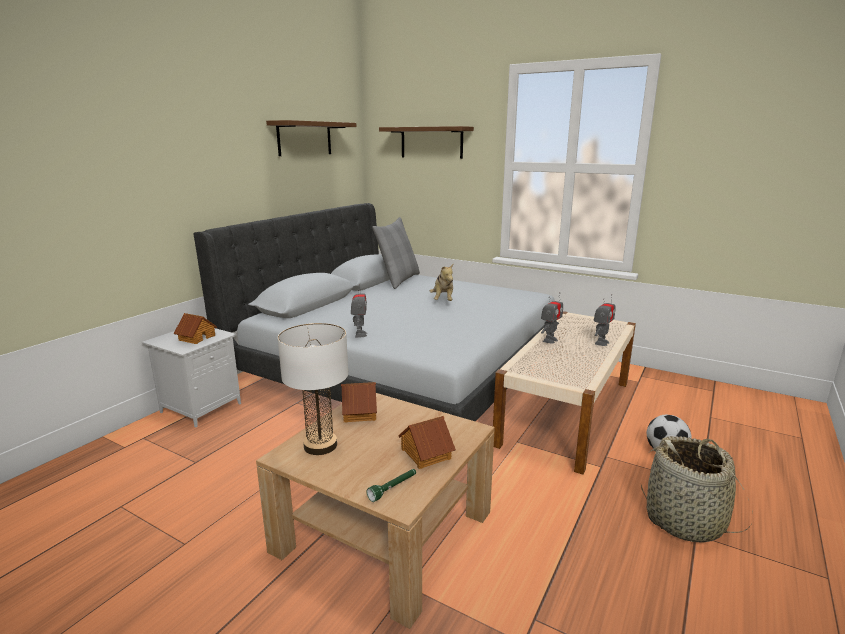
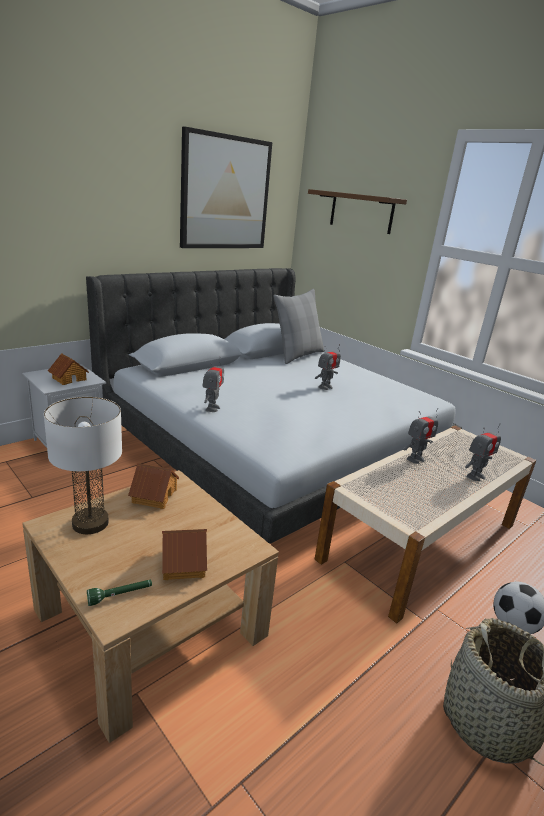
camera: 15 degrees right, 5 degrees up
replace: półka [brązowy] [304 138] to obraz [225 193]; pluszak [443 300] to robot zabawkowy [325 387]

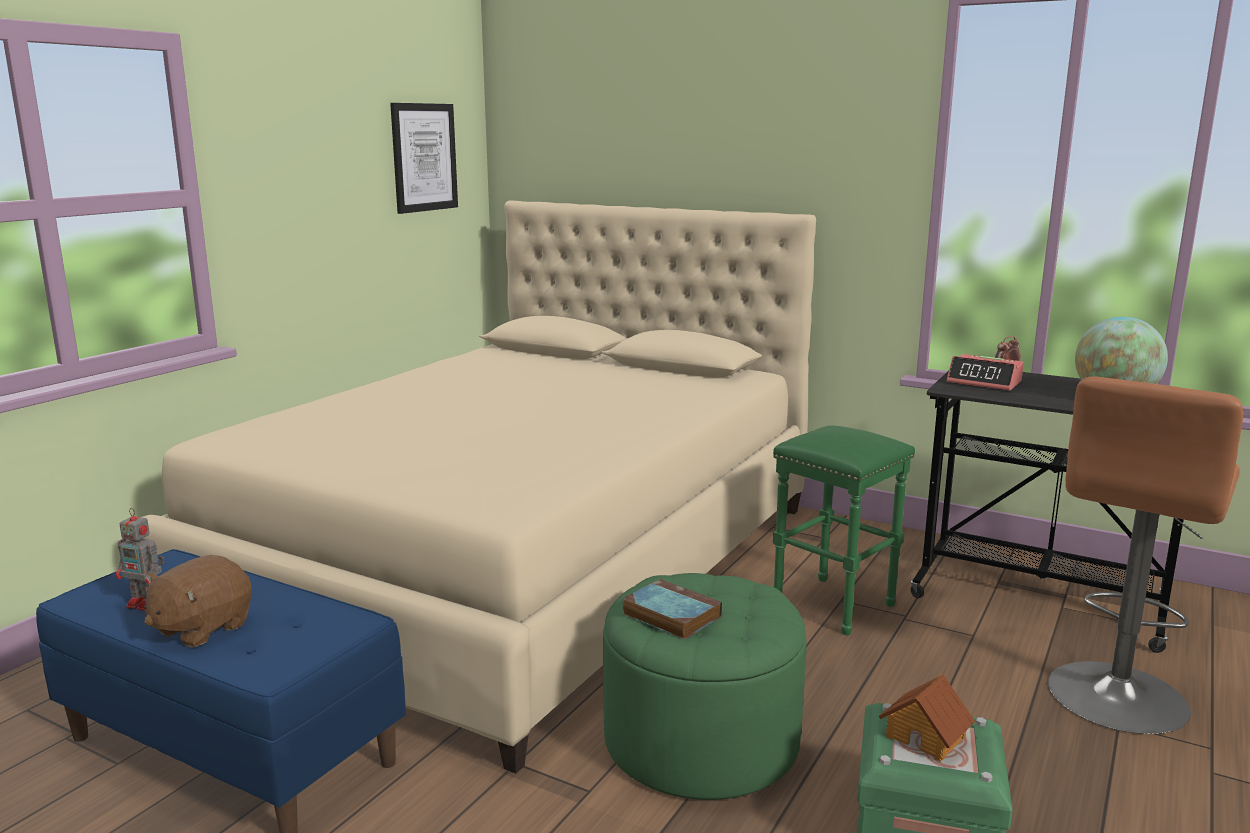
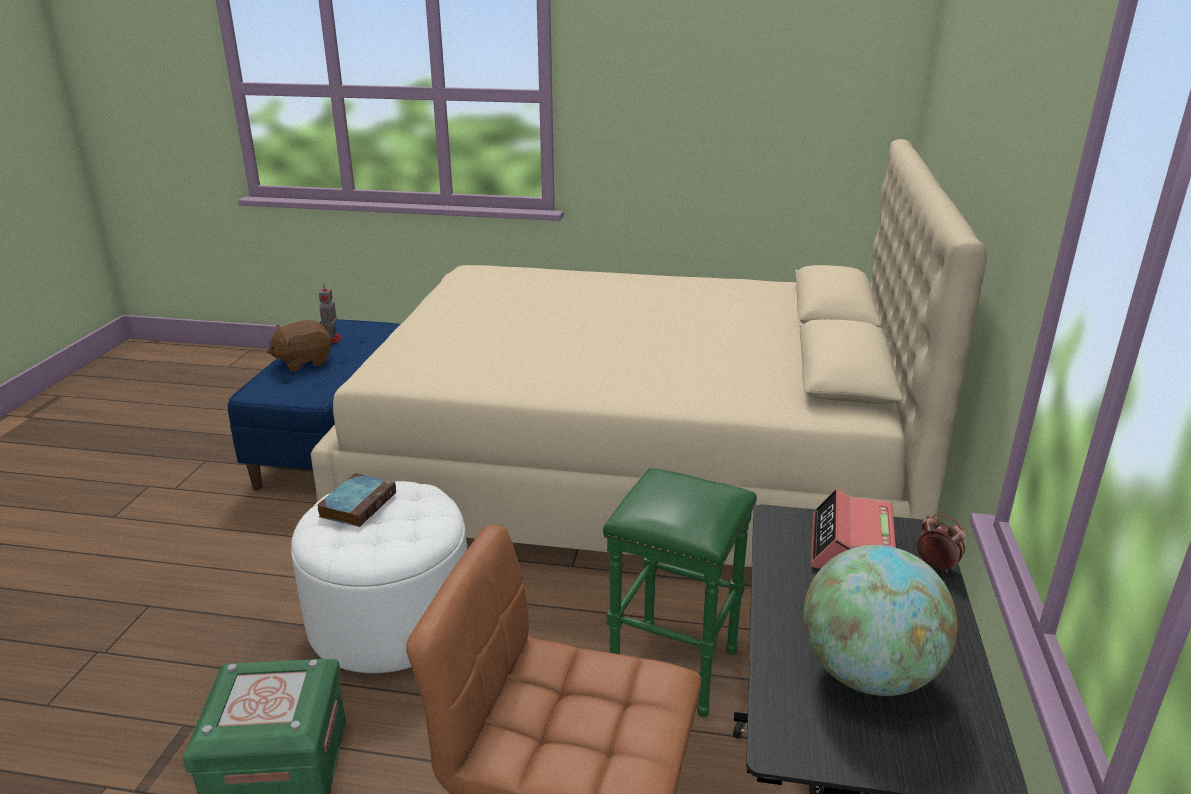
camera: 70 degrees right, 10 degrees up
delete: obraz [424 157]; domek [926 736]
recolor: pufa [zielony] [701 740] to pufa [biały] [390 619]
rotate: pluszak [brązowy] [201 628] = [303 361] 45 degrees counterclockwise

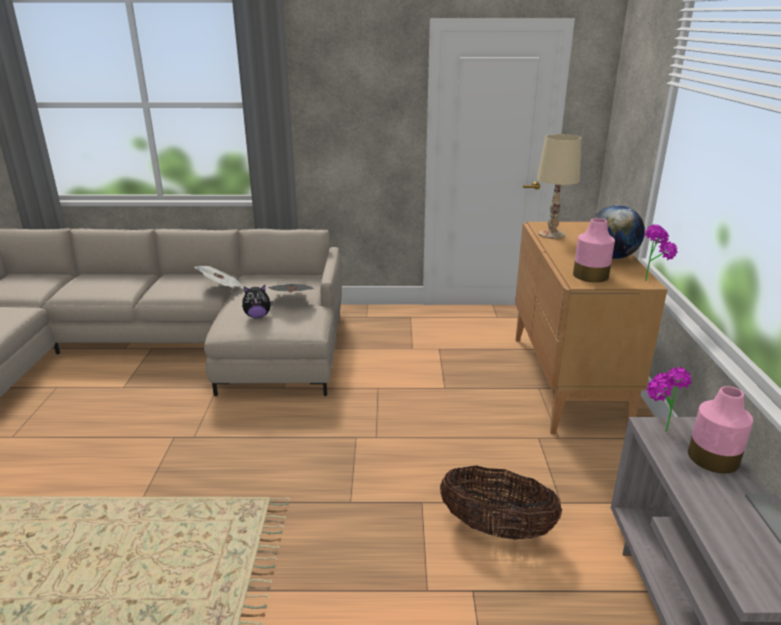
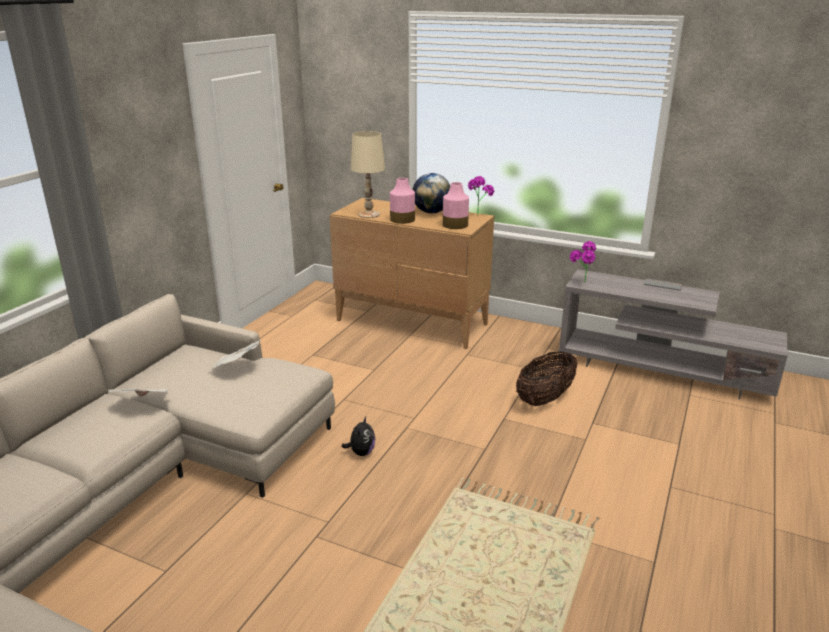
camera: 65 degrees left, 0 degrees up
move: pluszak [257 316] to [361 452]; wazon [różowy] [712 457] to [402 219]

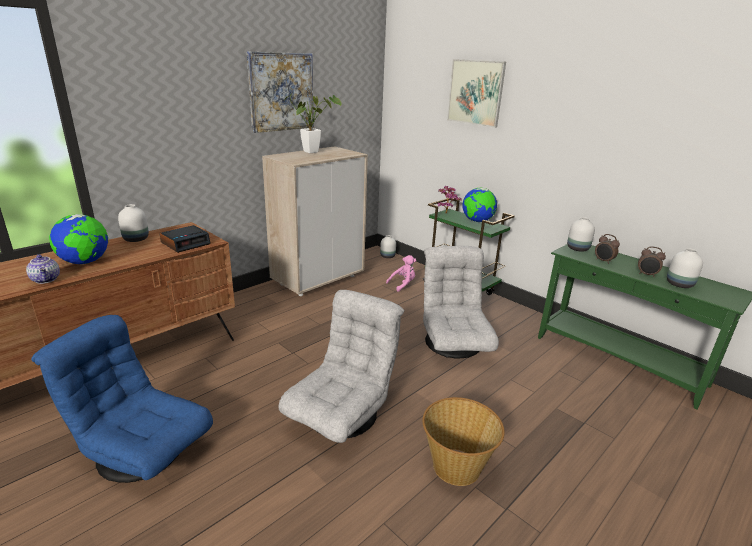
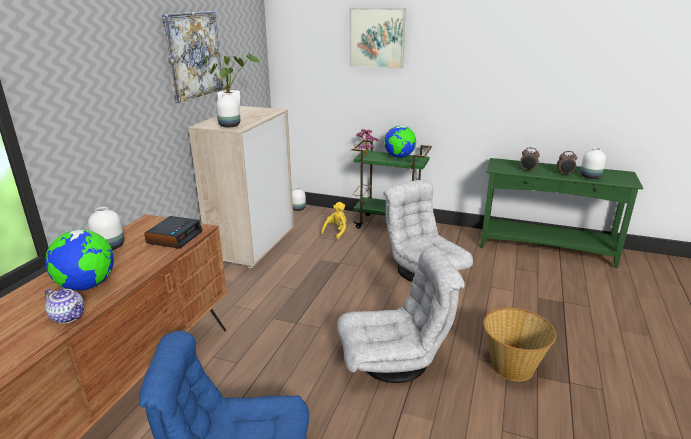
camera: 25 degrees left, 0 degrees up
move: wazon [biały] [578 249] to [230 126]
recolor: pluszak [różowy] [403 284] to pluszak [żółty] [336 232]
rotate: fotel [szary] [342 415] = [393 361] 75 degrees clockwise

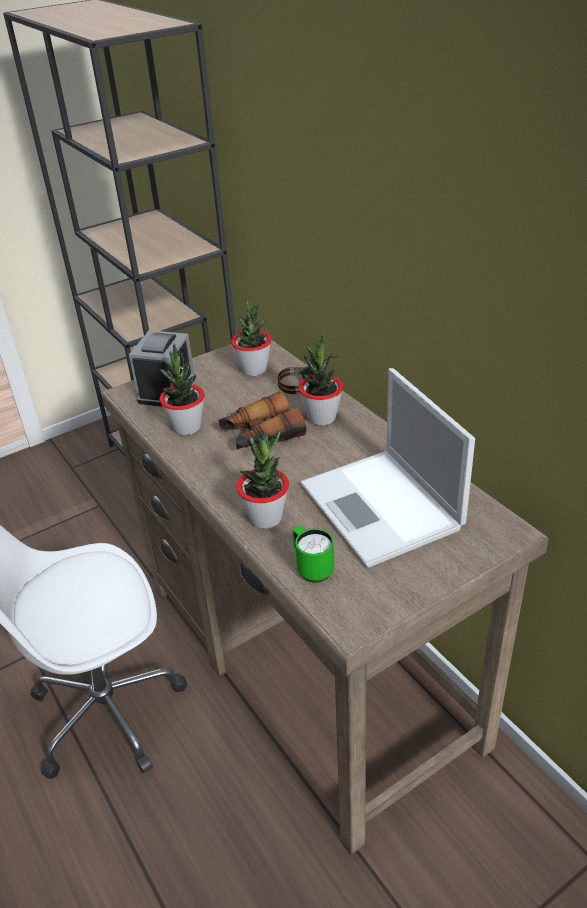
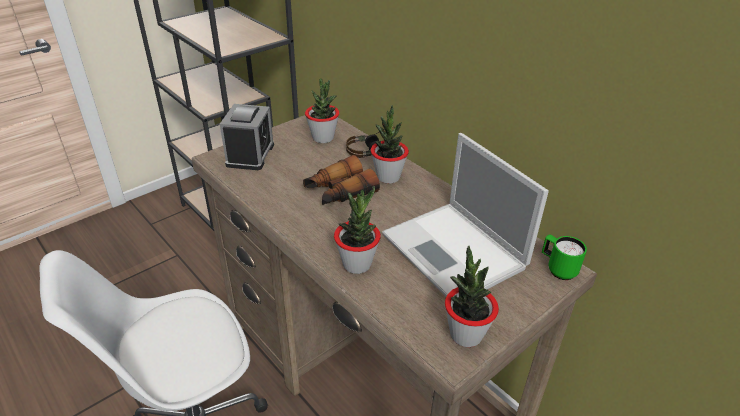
camera: 10 degrees left, 0 degrees up
move: roślina doniczkowa [187 427] to [465 334]; kubek [zielony] [312 568] to [557 269]

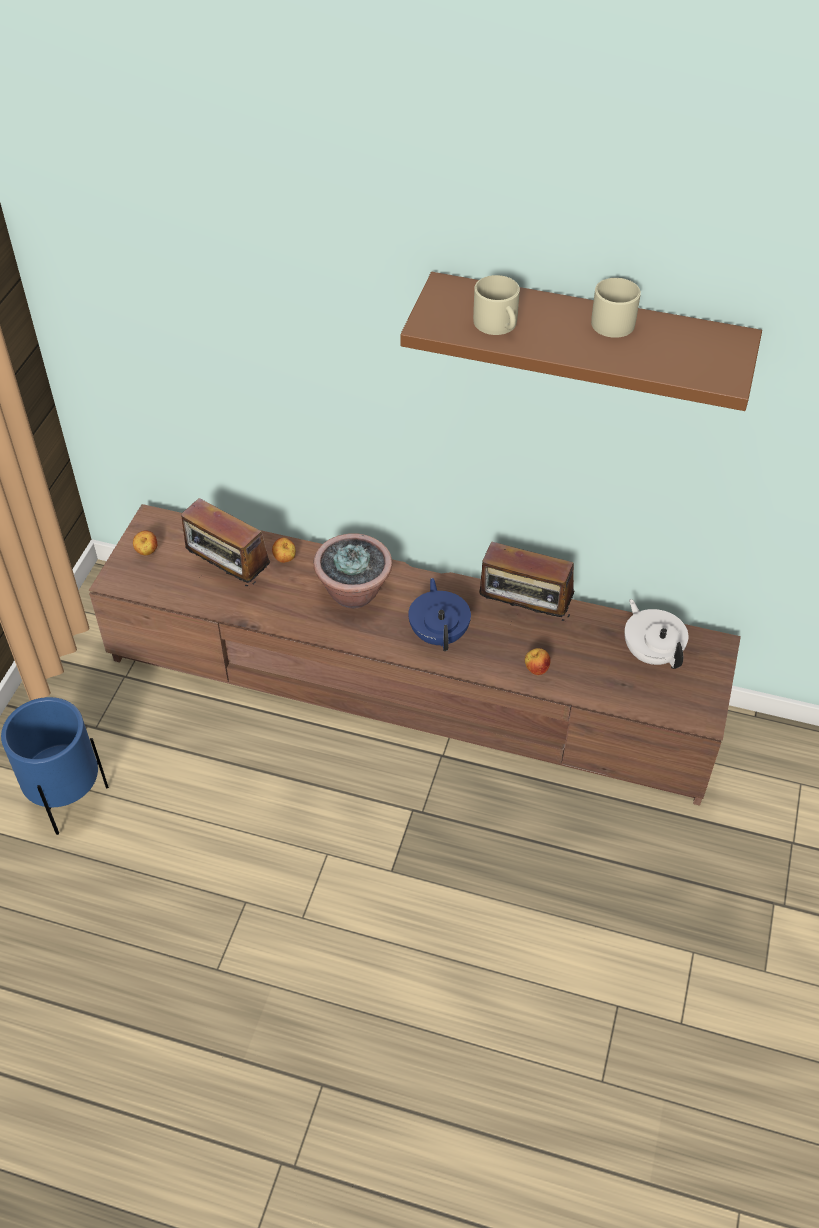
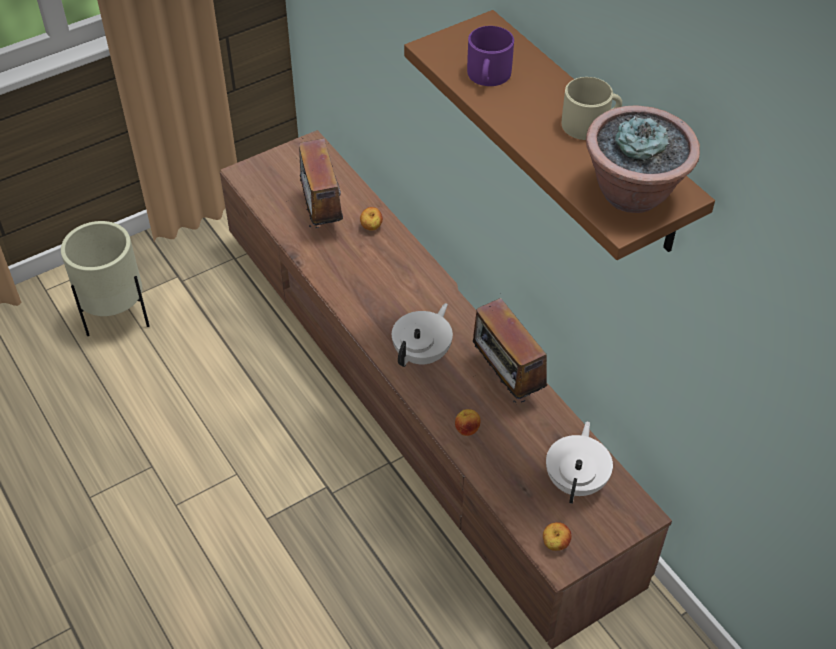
camera: 40 degrees right, 0 degrees up
move: jabłko [147 552] to [555 544]; roślina doniczkowa [354 593] to [633 193]
recolor: kubek [beżowy] [498 324] to kubek [fioletowy] [488 76]; imbryk [niebieski] [439 634] to imbryk [biały] [423 353]; donica [niebieski] [69 801] to donica [beżowy] [117 319]

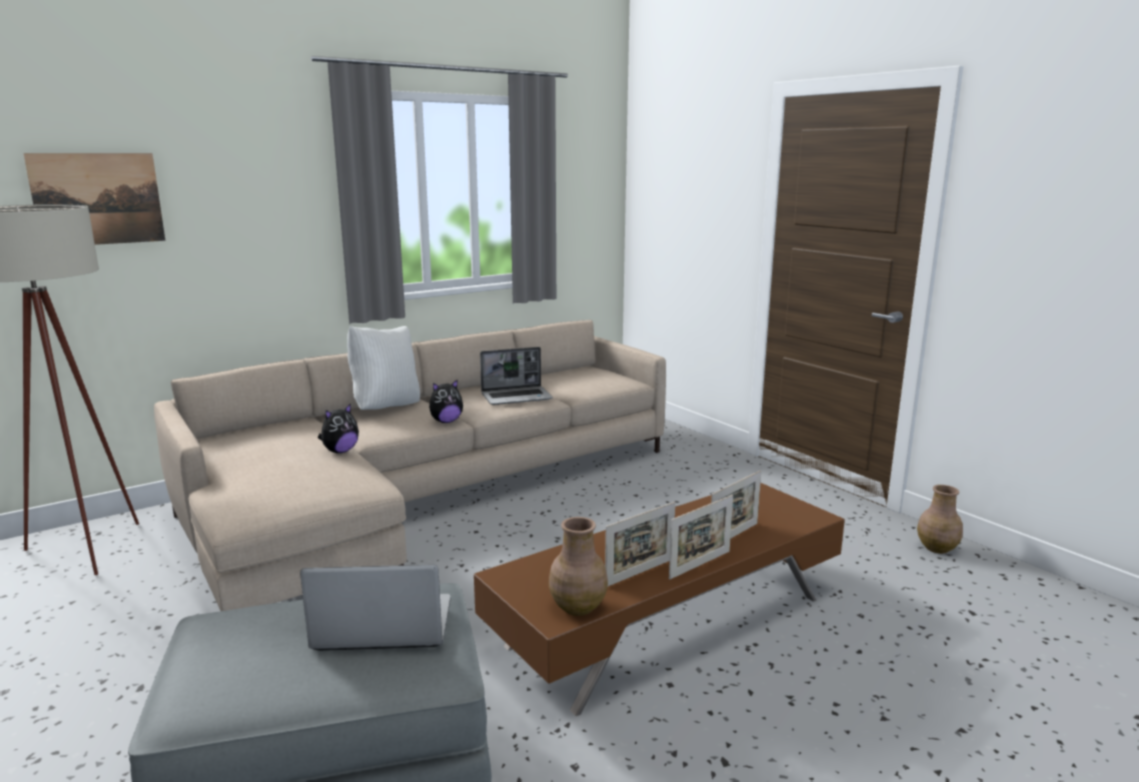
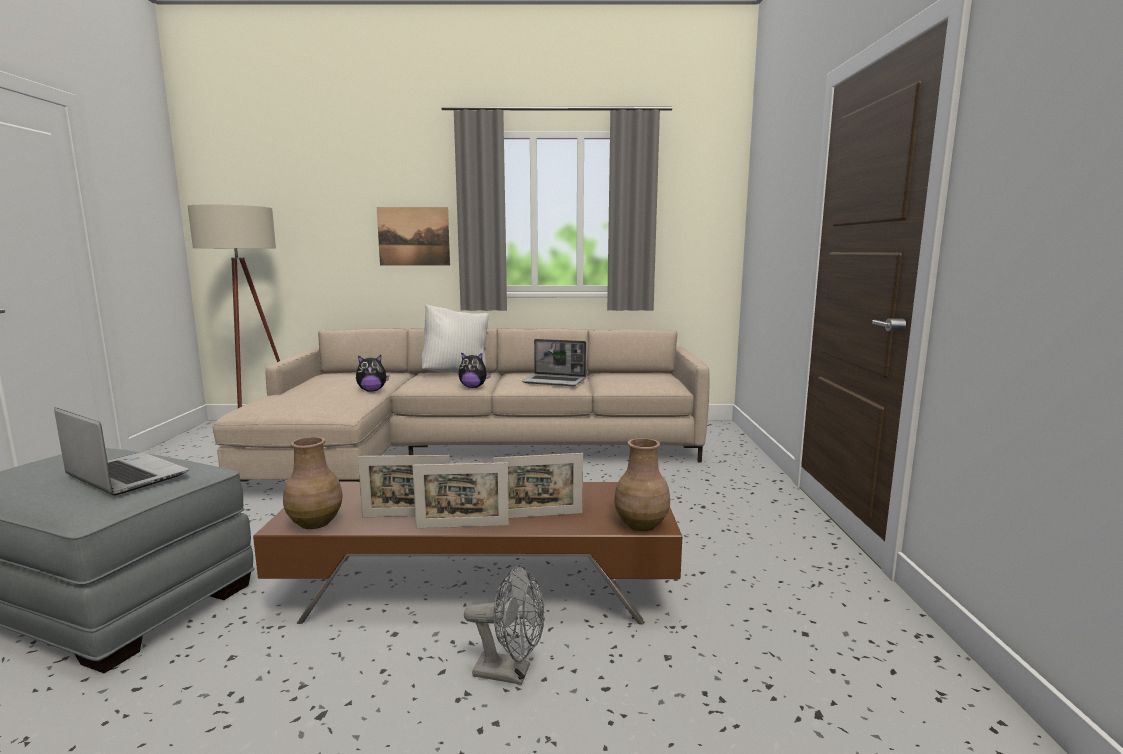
camera: 35 degrees right, 5 degrees down
insert: wentylator [szary] [510 672]
move: obraz [98 199] to [413 236]; wazon [brązowy] [937 548] to [641 525]

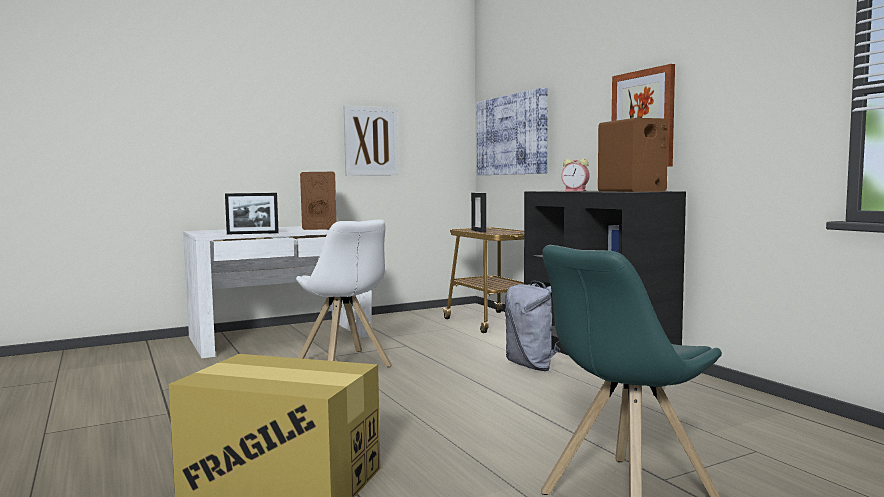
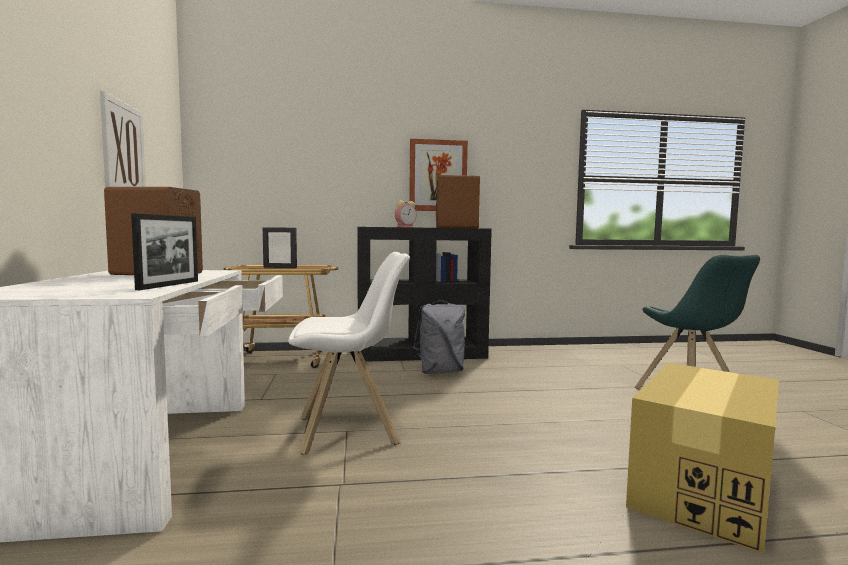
camera: 70 degrees left, 0 degrees up
delete: obraz [512 135]

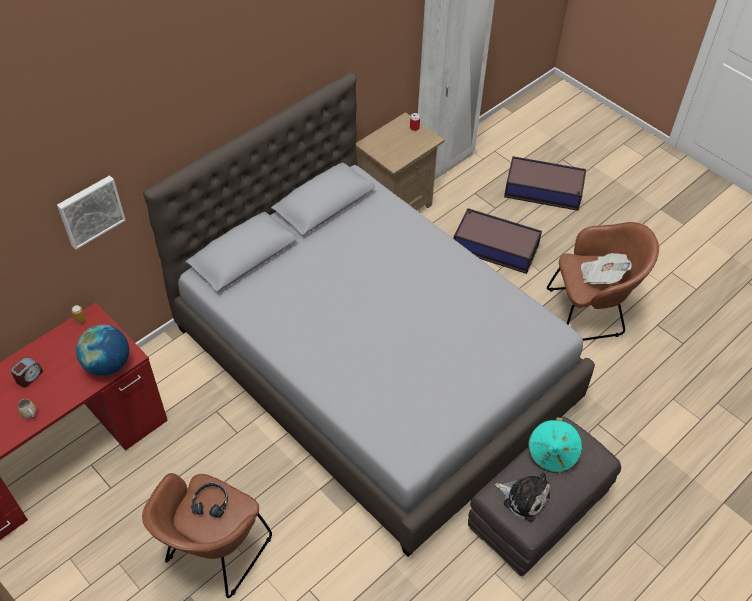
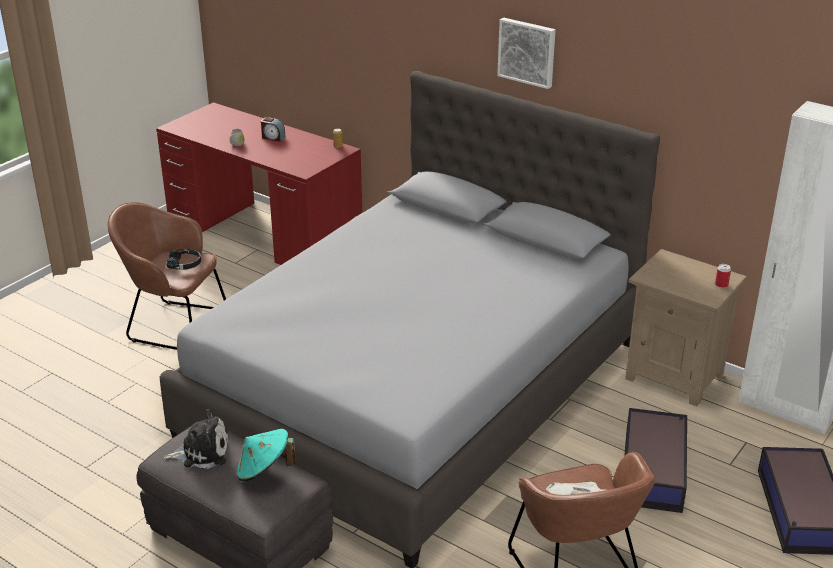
camera: 80 degrees right, 20 degrees down
delete: globus [108 364]
move: obraz [90 211] to [527 52]
rotate: pluszak [523 497] = [202 452] 120 degrees counterclockwise

